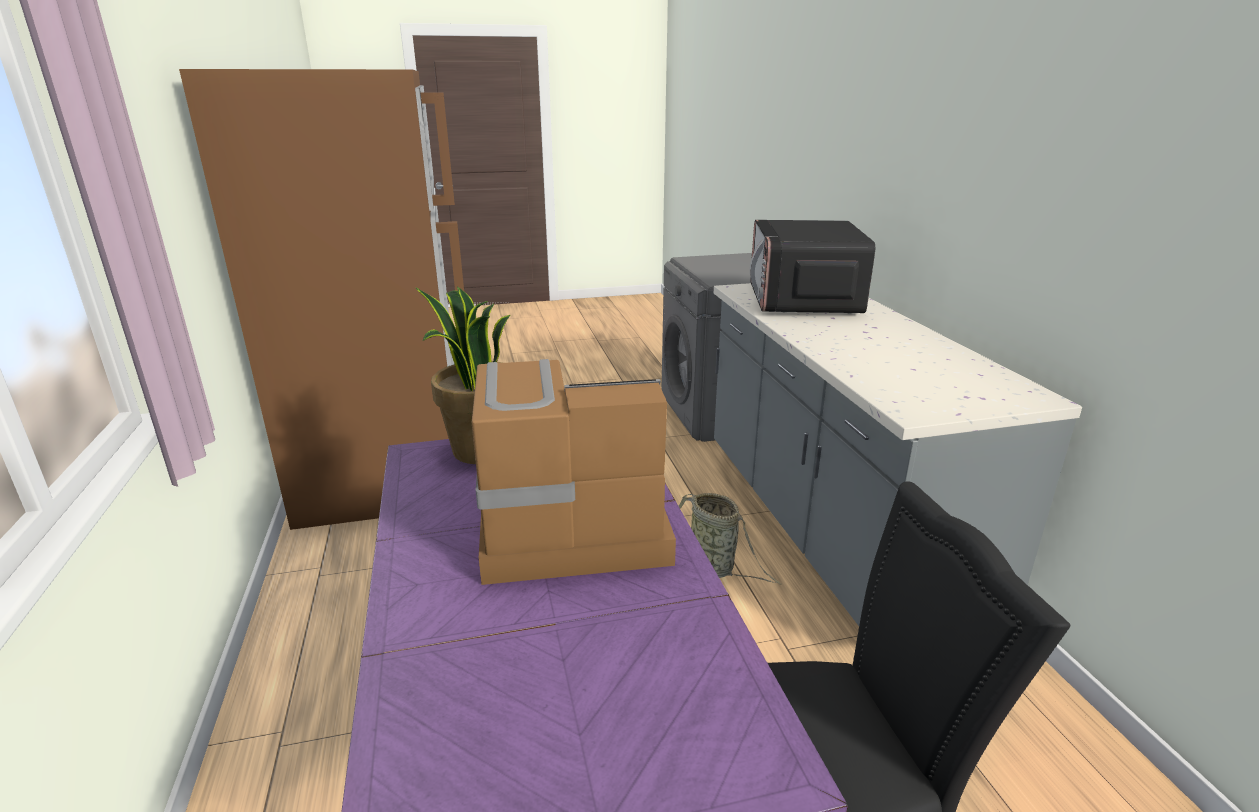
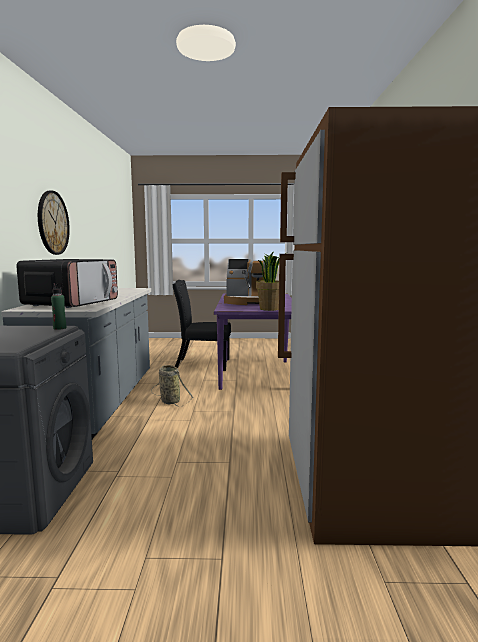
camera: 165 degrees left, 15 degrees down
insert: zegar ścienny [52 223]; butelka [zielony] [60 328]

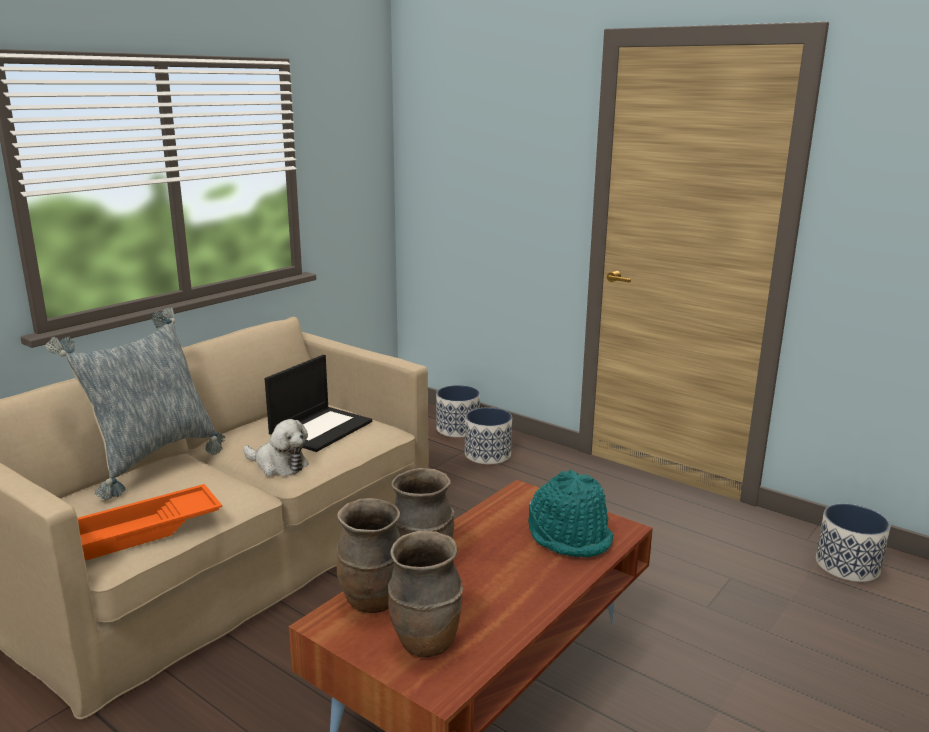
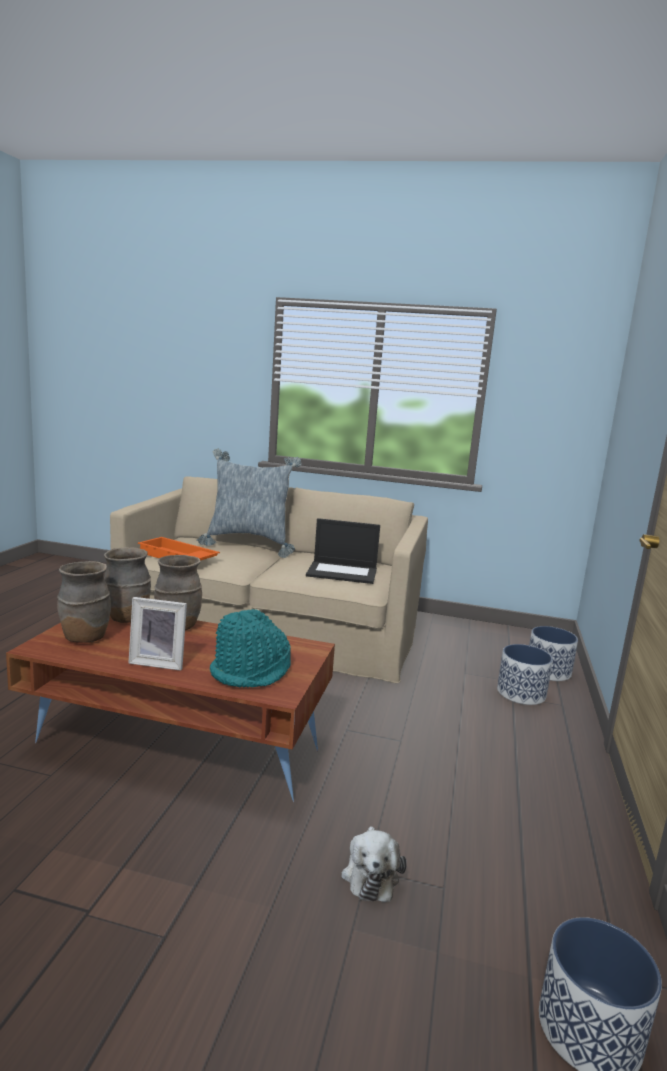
camera: 65 degrees right, 5 degrees down
insert: ramka na zdjęcie [159 662]
move: pluszak [278 465] to [370 874]

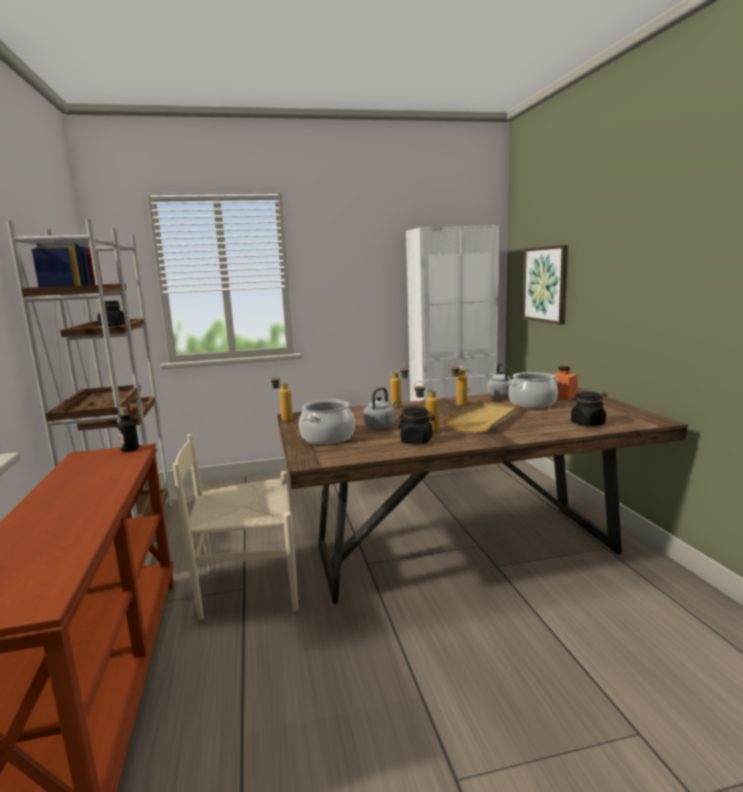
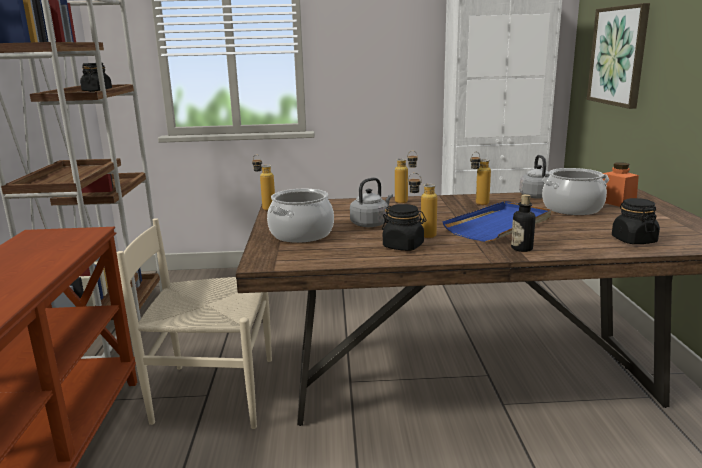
camera: 10 degrees right, 5 degrees up
move: butelka [130 449] to [521 248]
recolor: taca [beżowy] [483 419] to taca [niebieski] [500 225]

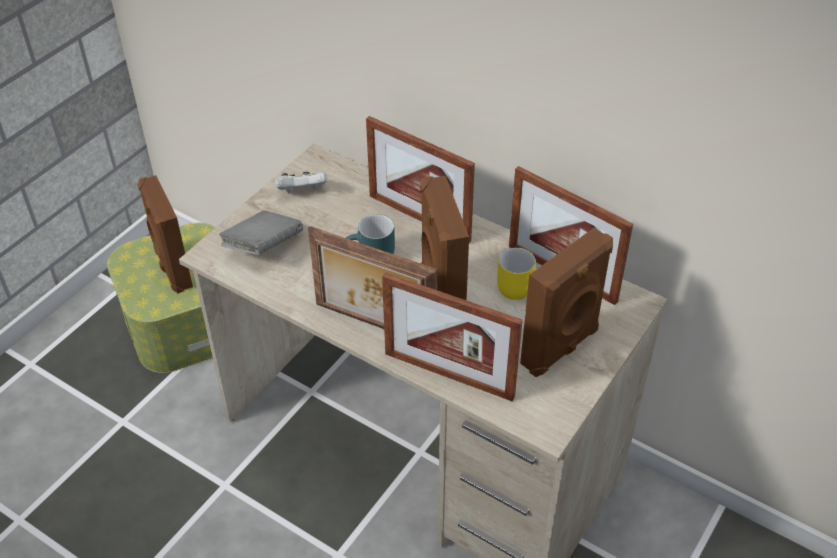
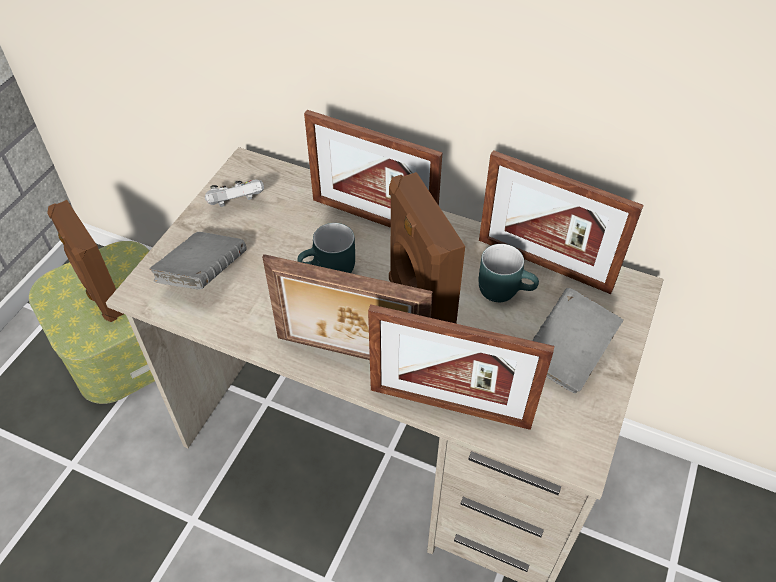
camera: 10 degrees left, 5 degrees up
replace: głośnik [brązowy] [561 348] to książka [szary] [567 354]
recolor: kubek [żółty] [521 289] to kubek [turkusowy] [505 288]

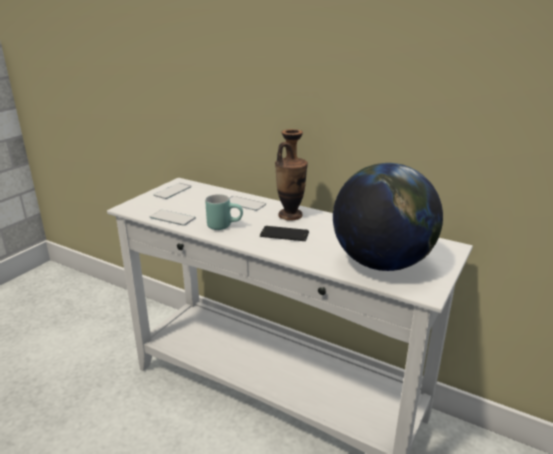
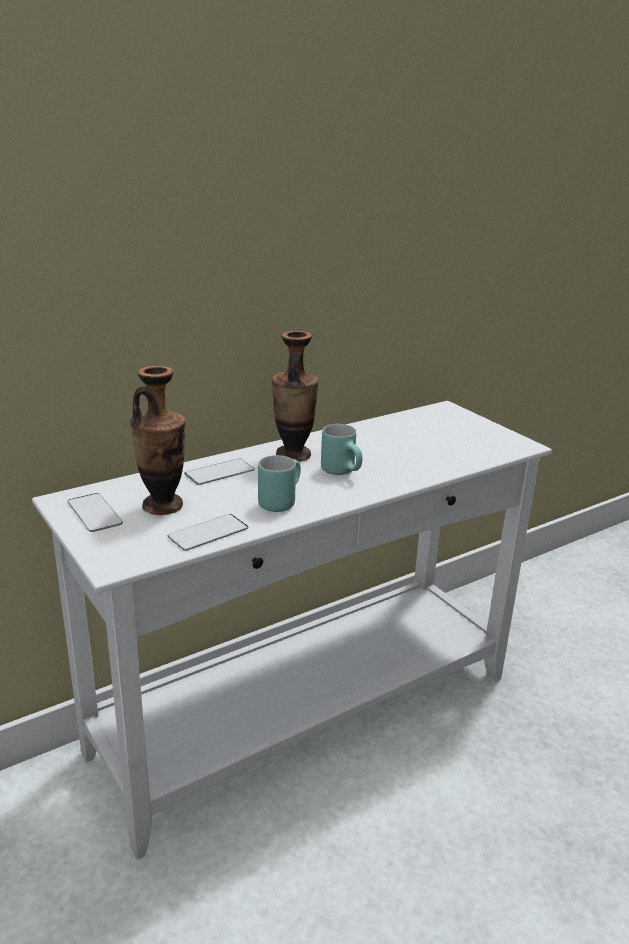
camera: 65 degrees left, 0 degrees up
delete: globus [381 264]
insert: wazon [163 506]
replace: telefon [284 234] to kubek [turkusowy] [344 472]

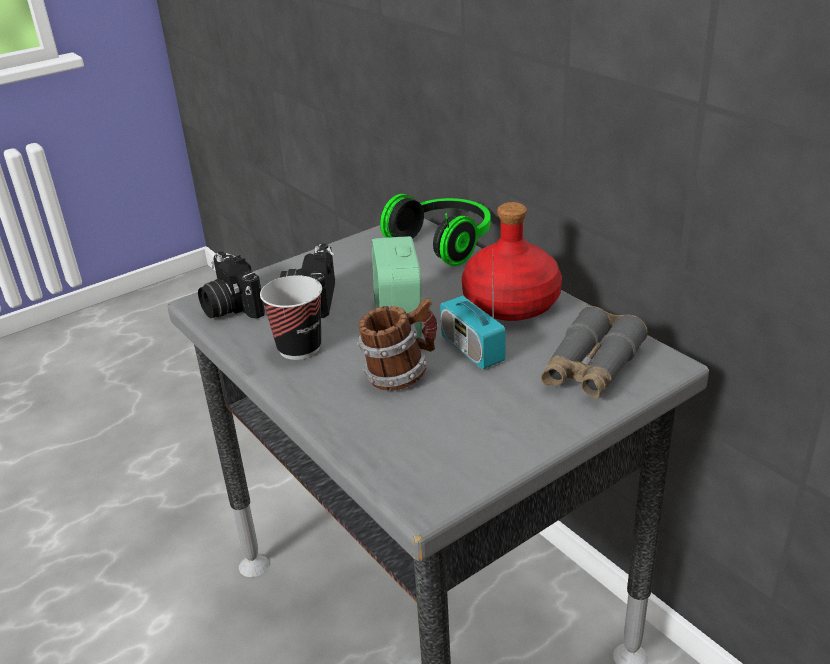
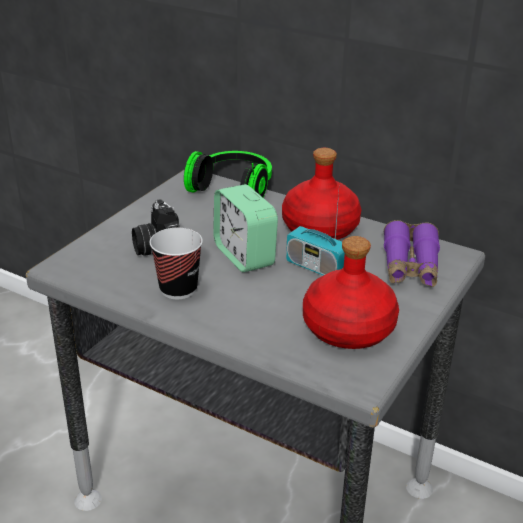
camera: 25 degrees left, 0 degrees up
delete: aparat fotograficzny [230 307]; kubek [400 375]
insert: butelka [czerwony] [349 329]
recolor: lornetka [szary] [591 368] to lornetka [fioletowy] [410 266]

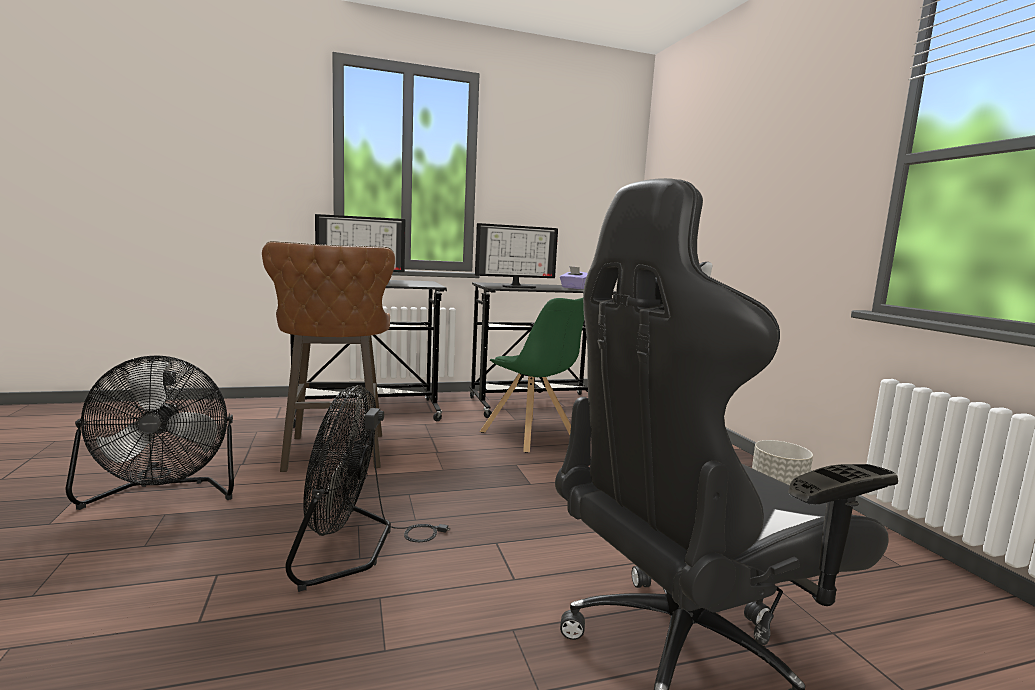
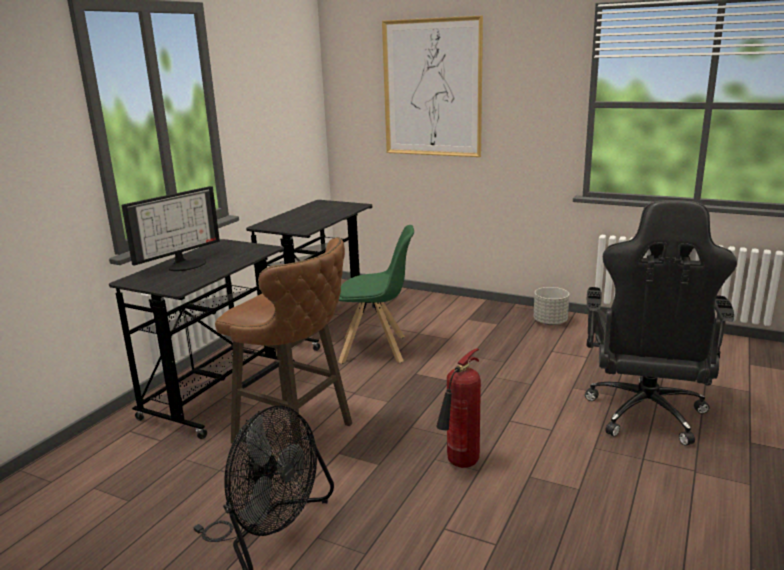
camera: 45 degrees left, 10 degrees up
delete: monitor [518 287]; pudełko chusteczek [fioletowy] [574 288]
insert: obraz [432 88]
replace: wentylator [czarny] [361 543] to gaśnica [460 465]

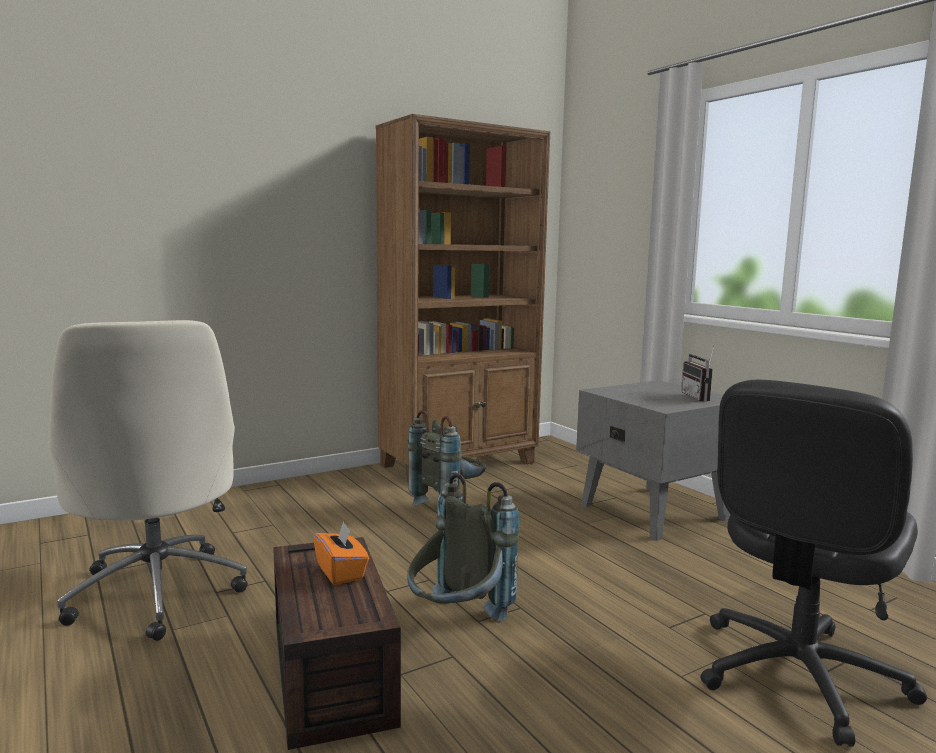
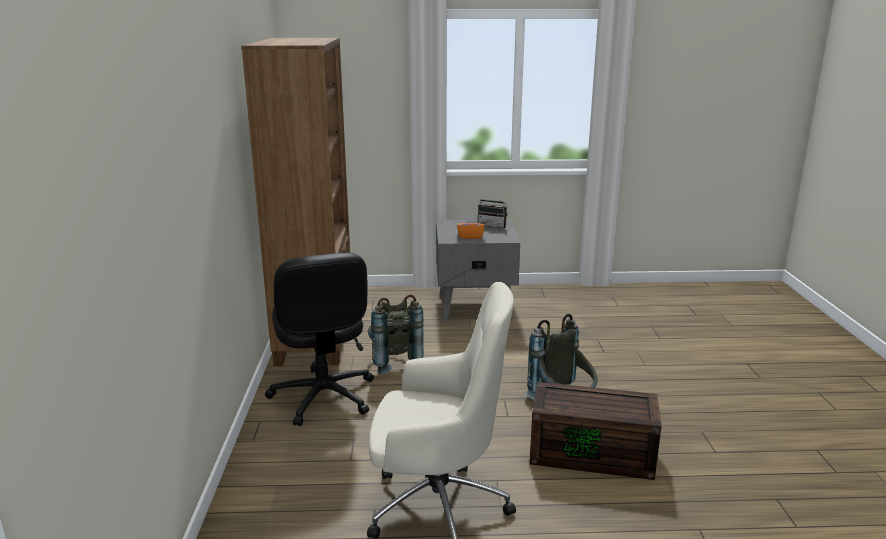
camera: 60 degrees left, 10 degrees up
move: krzesło biurowe [czarny] [798 674] to [323 396]; pudełko chusteczek [pomarańczowy] [341 572] to [470 236]

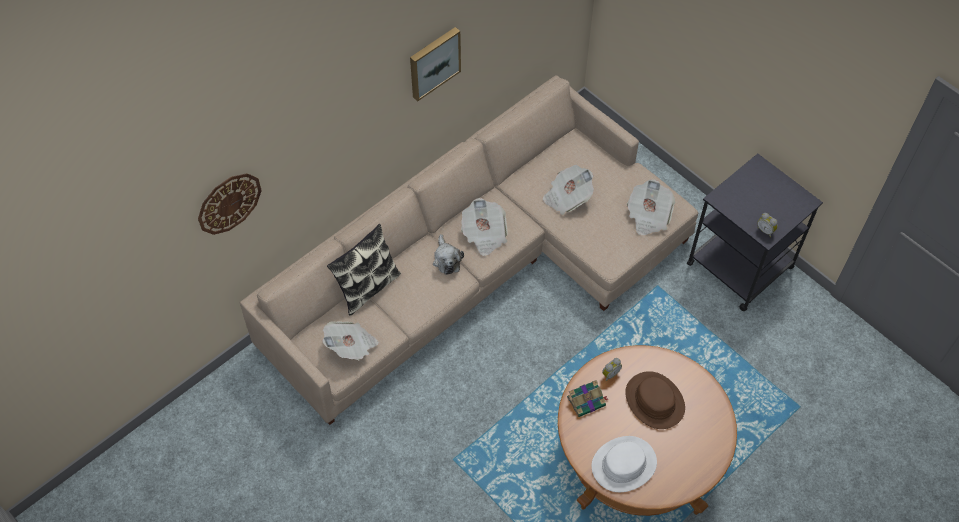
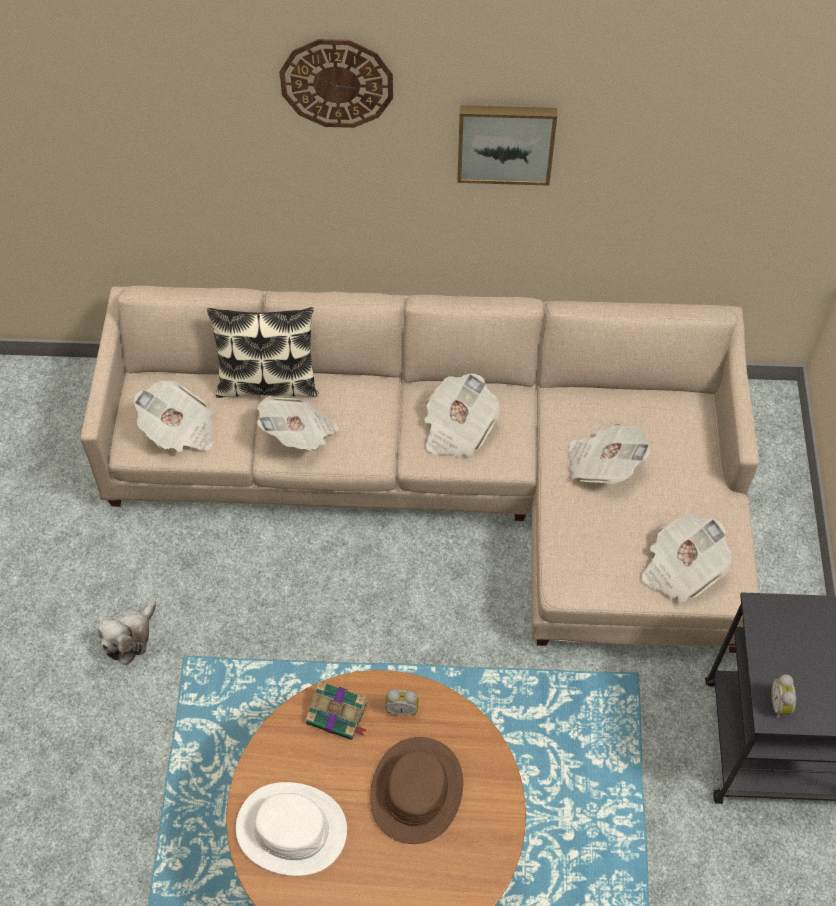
camera: 45 degrees right, 0 degrees up
insert: gazeta [299 434]
move: zegar ścienny [229 203] to [337 82]; pluszak [446 259] to [130 638]

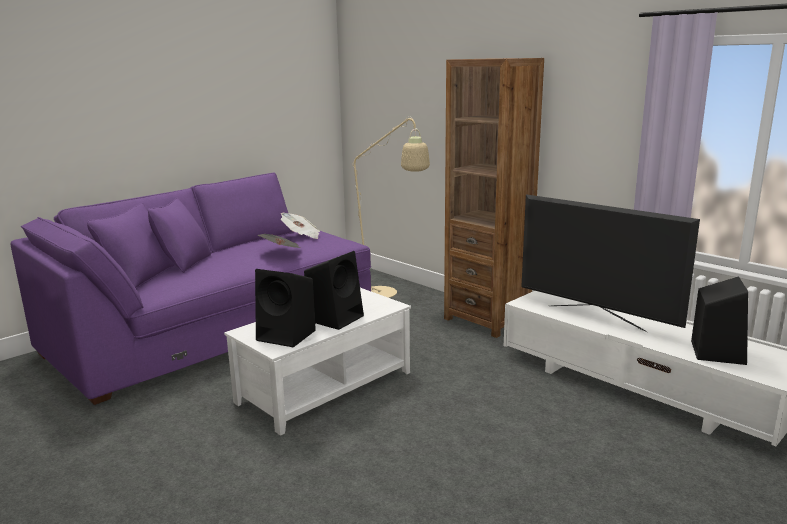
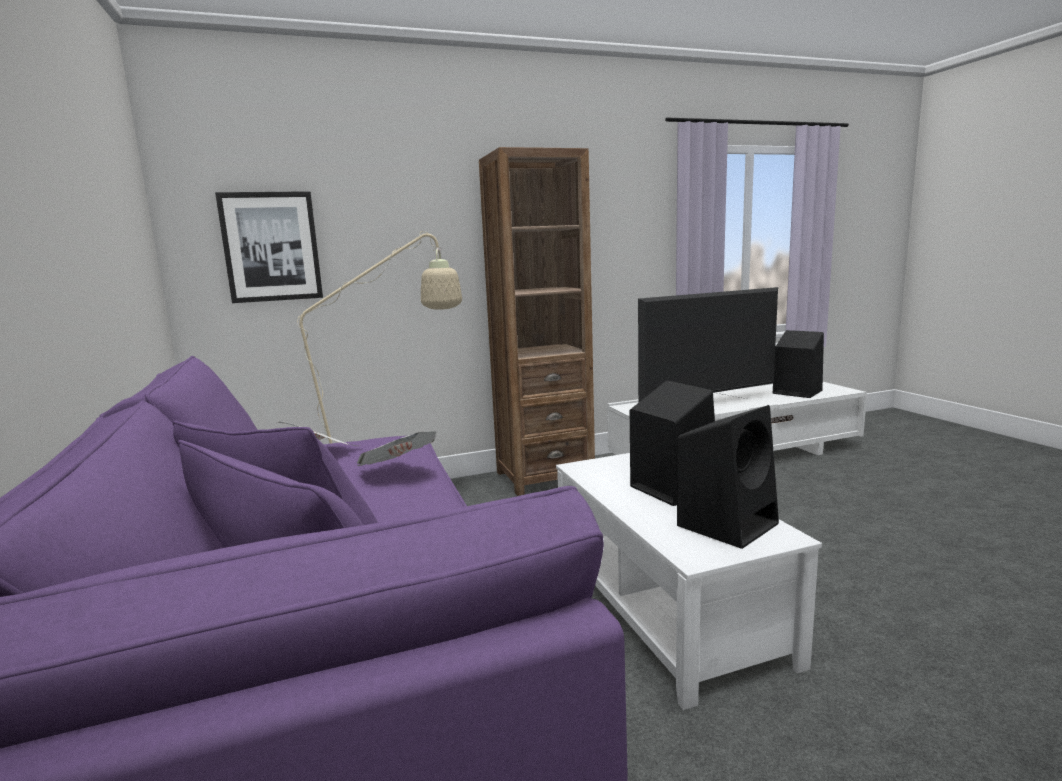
camera: 65 degrees left, 5 degrees down
insert: obraz [271 247]

